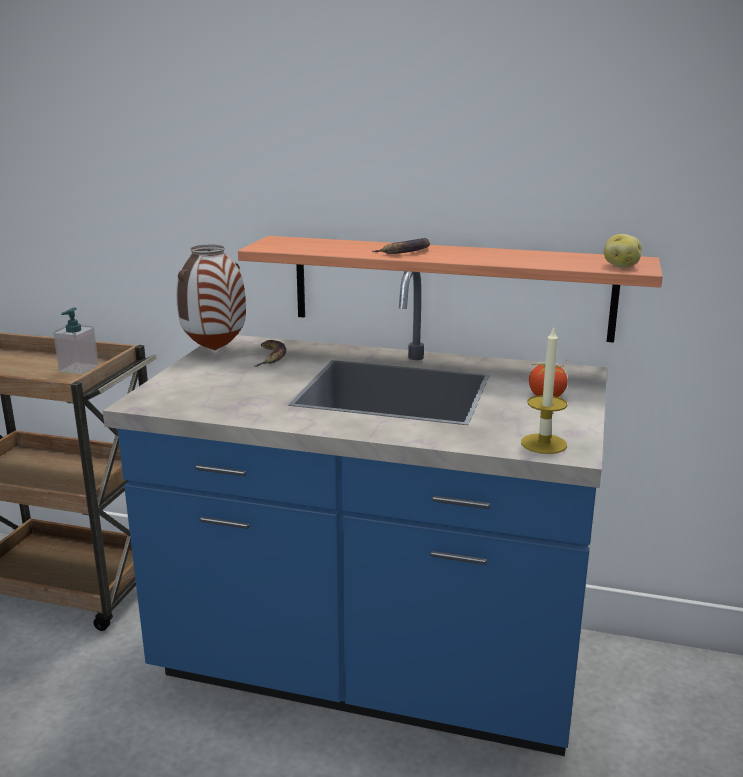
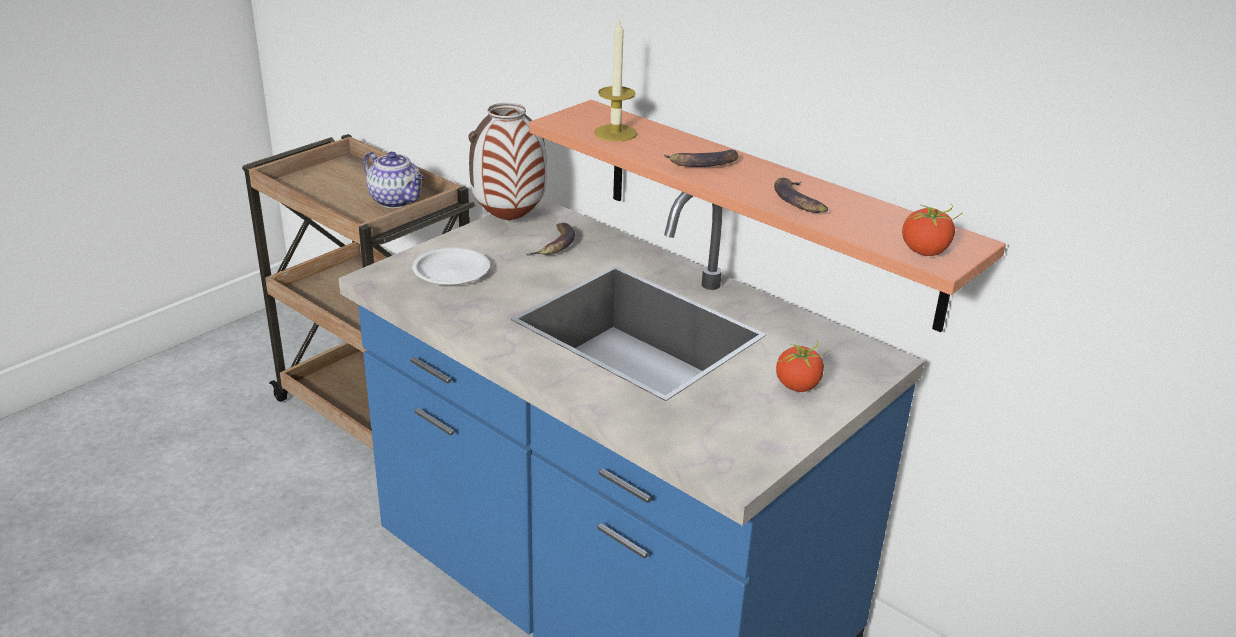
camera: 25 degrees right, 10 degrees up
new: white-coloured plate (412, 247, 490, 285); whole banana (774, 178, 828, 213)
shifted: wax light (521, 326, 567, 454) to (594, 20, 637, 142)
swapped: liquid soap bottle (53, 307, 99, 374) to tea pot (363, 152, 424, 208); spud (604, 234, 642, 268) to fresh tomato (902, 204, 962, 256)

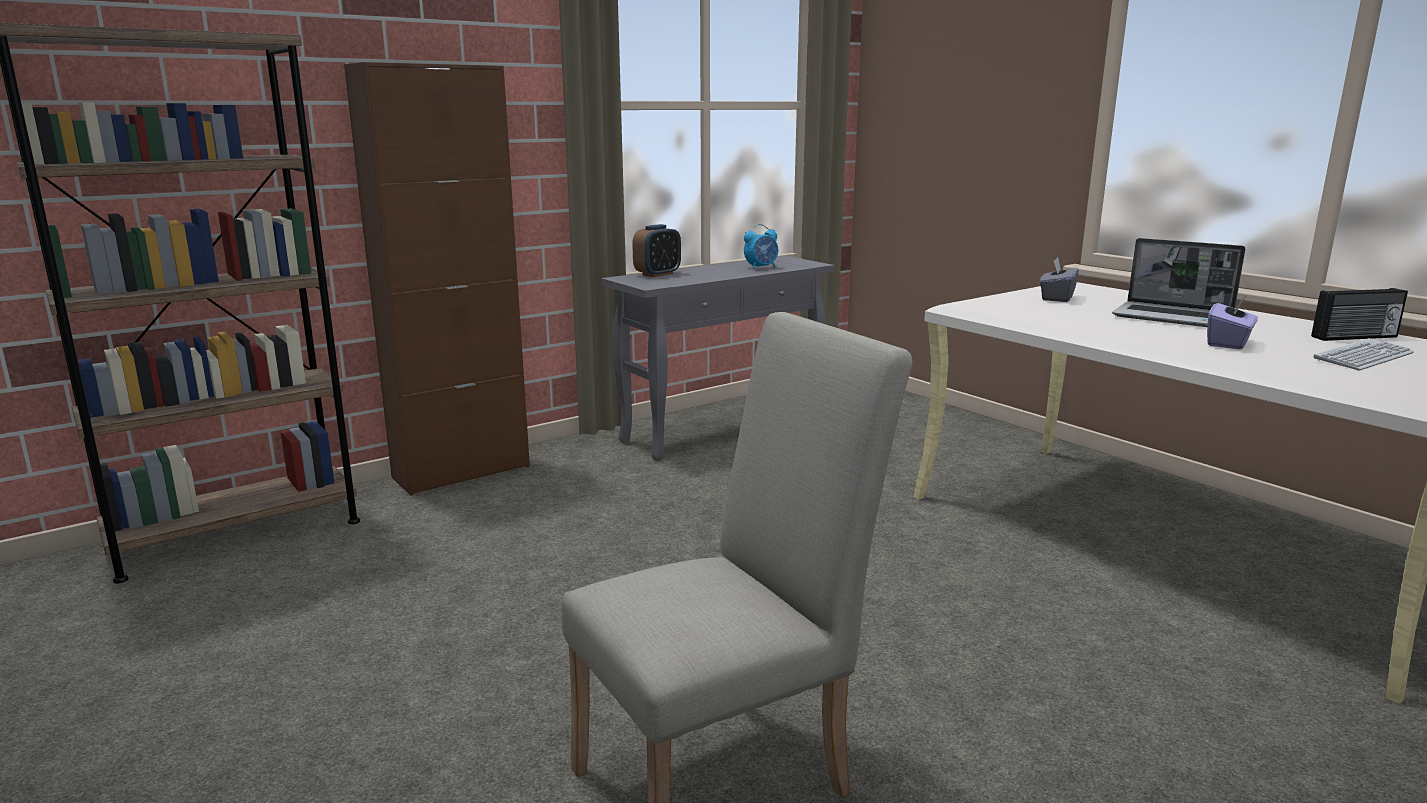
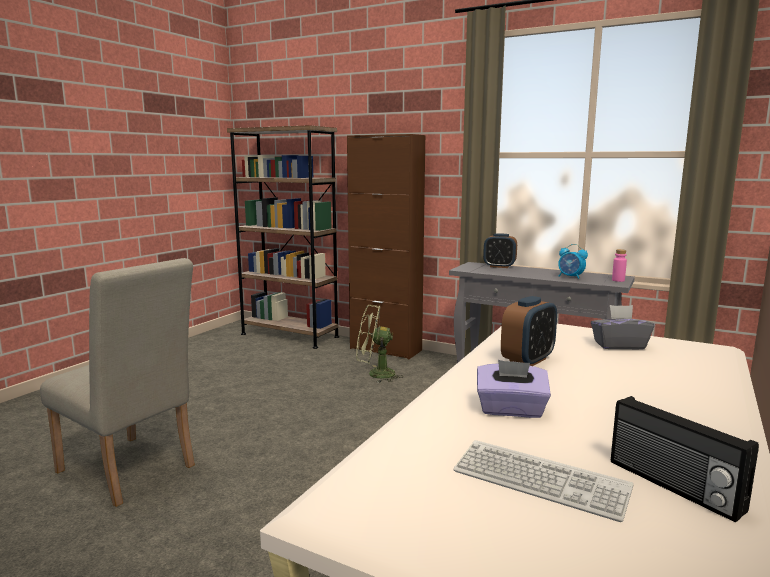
camera: 65 degrees right, 5 degrees down
gone: portable computer (1112, 238, 1245, 327)
new: greenish cooling fan (356, 305, 402, 383); table clock (501, 296, 557, 366); pinkish bottle (612, 249, 627, 282)

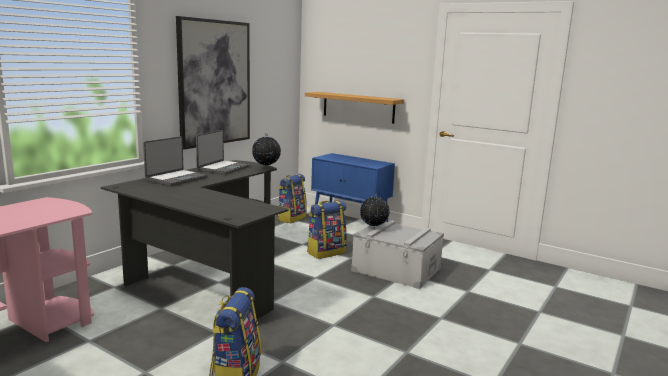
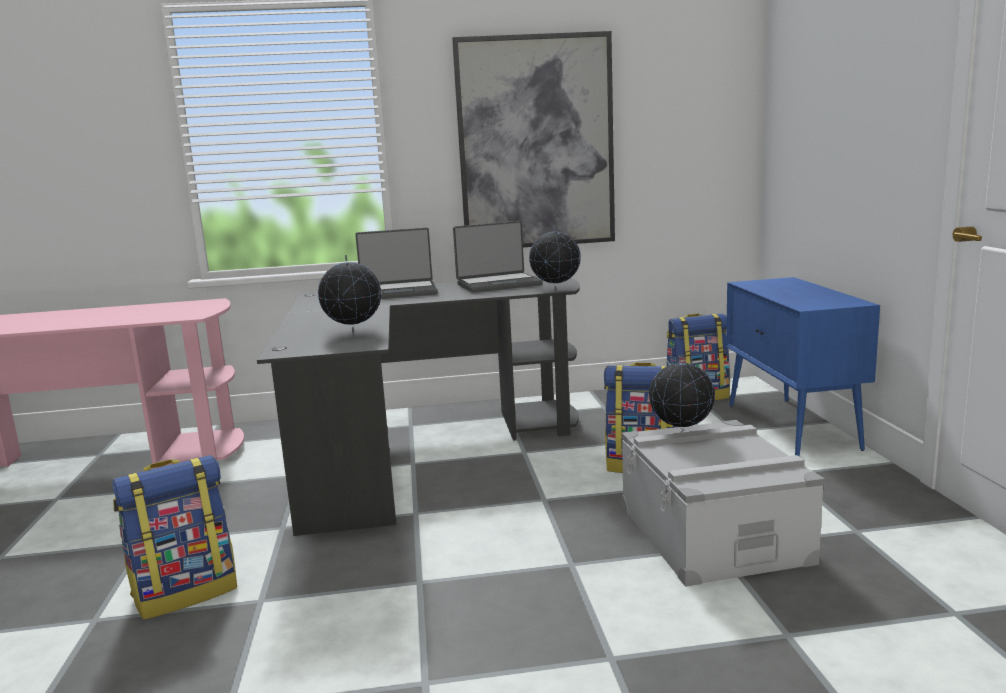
camera: 50 degrees right, 0 degrees up
gone: shelf (305, 92, 404, 124)
new: world globe (318, 255, 381, 333)

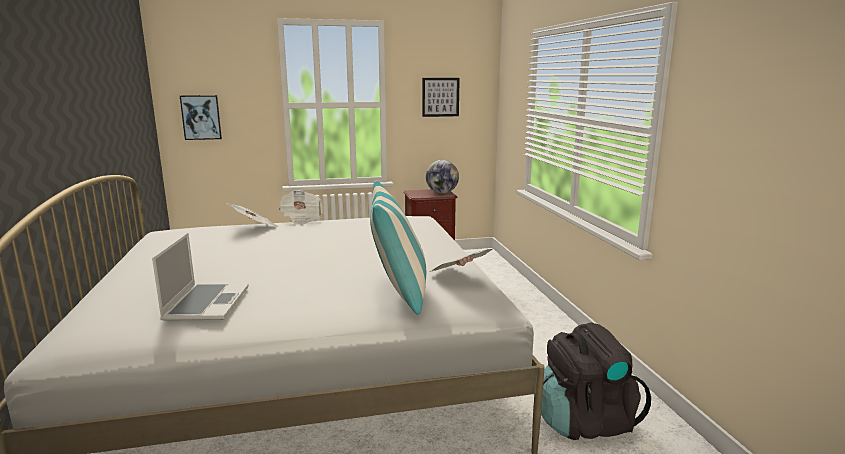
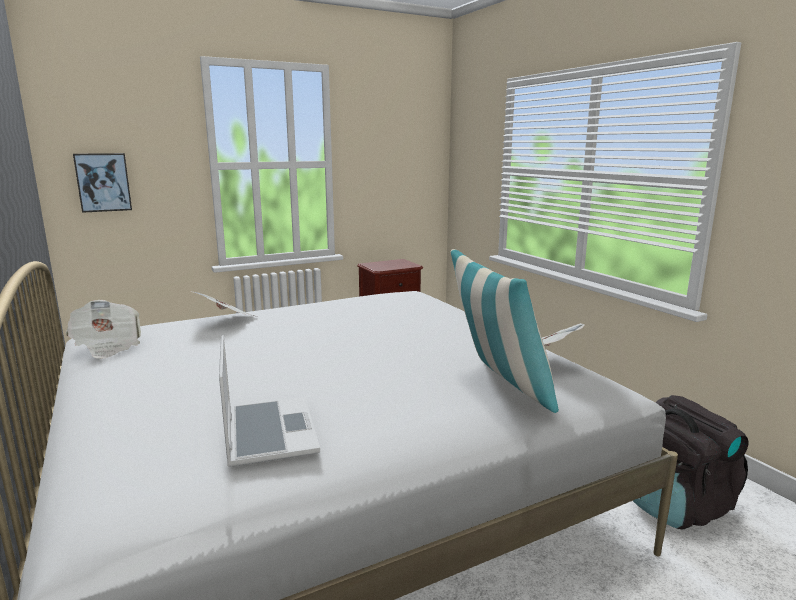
camera: 15 degrees left, 0 degrees up
gone: picture (422, 78, 460, 117); world globe (426, 160, 459, 193)
shifted: printed paper (279, 190, 322, 225) to (66, 300, 141, 359)

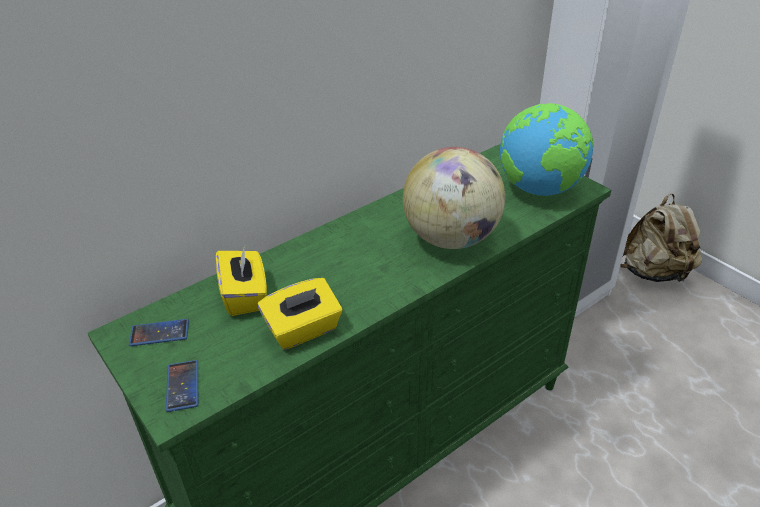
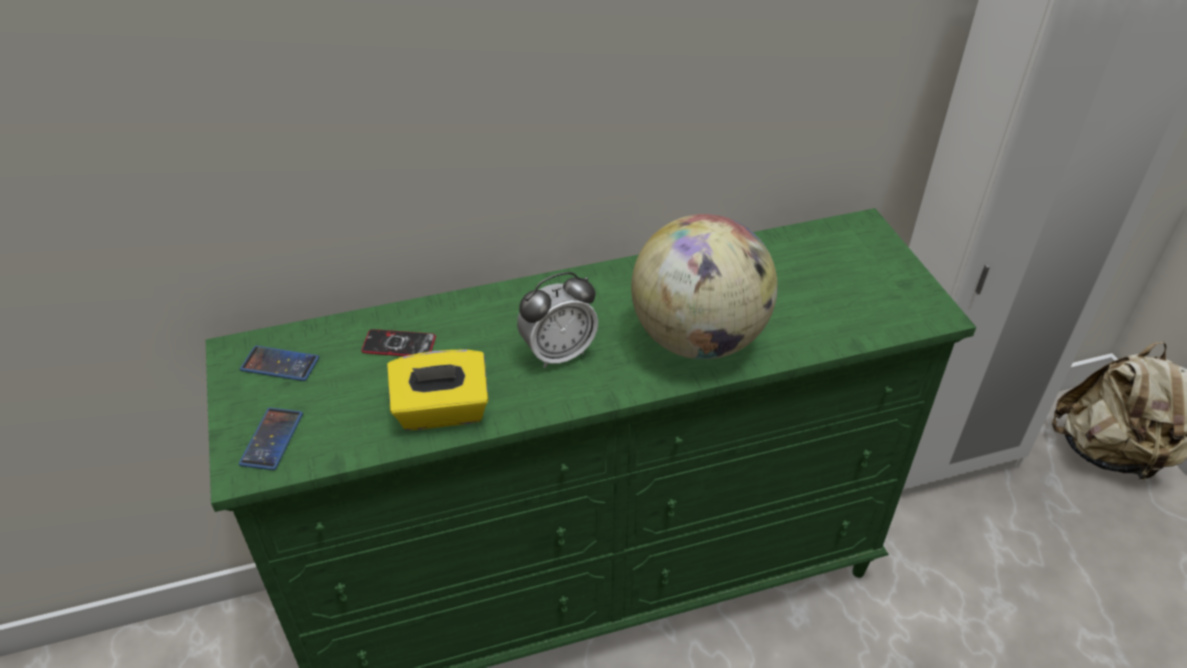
camera: 20 degrees right, 5 degrees up
gone: world globe (500, 103, 594, 196)
new: table clock (517, 272, 598, 368)
swapped: yellow-coloured tissue box (216, 248, 267, 316) to telephone (361, 329, 436, 356)

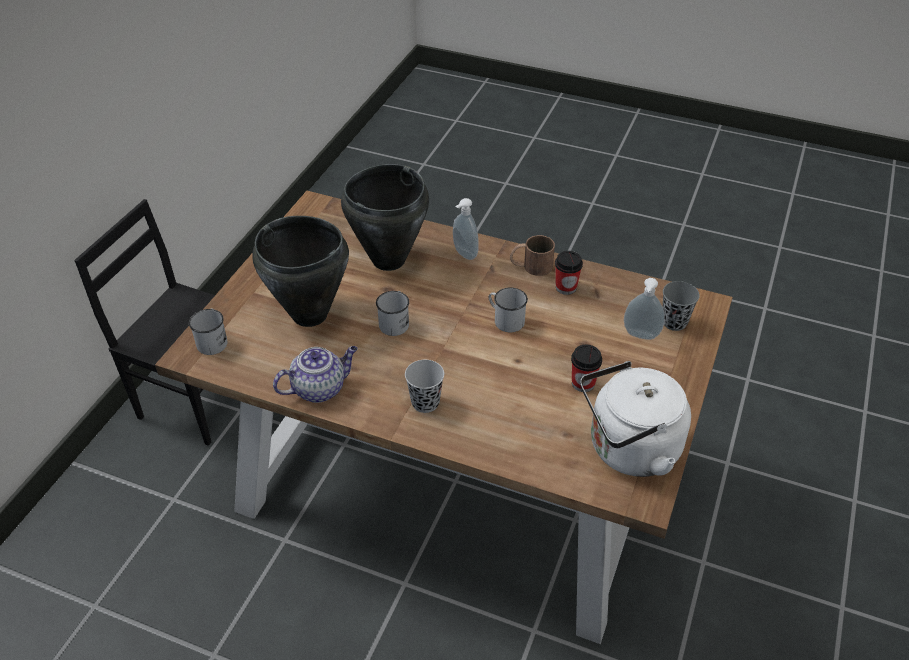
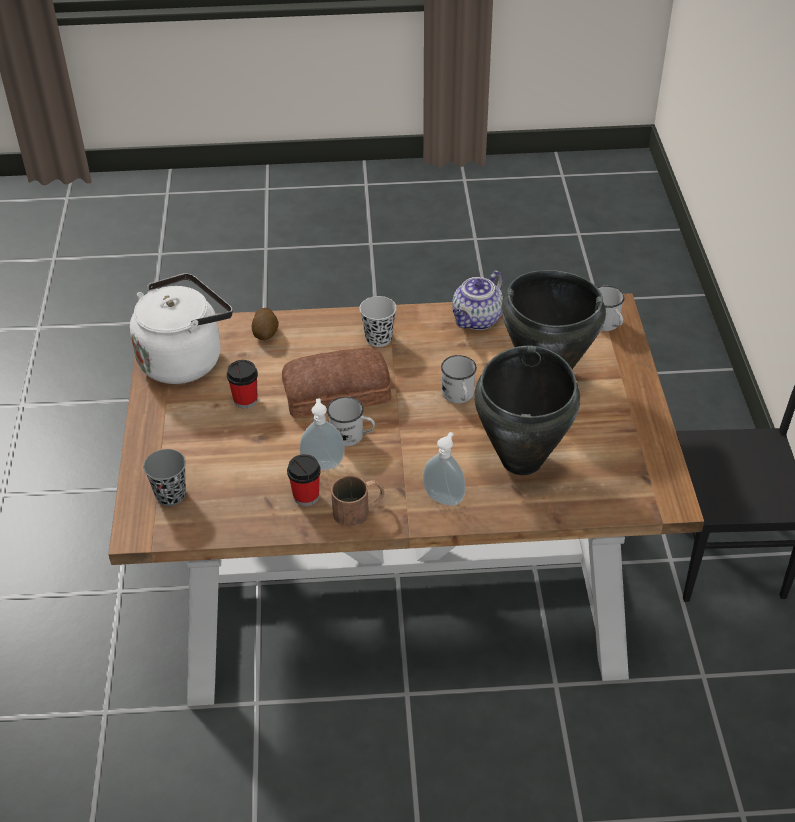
camera: 155 degrees right, 0 degrees up
new: spud (252, 308, 279, 340); baked bread (282, 348, 391, 418)
shifted: liquid soap bottle (624, 278, 665, 340) to (299, 398, 345, 470)

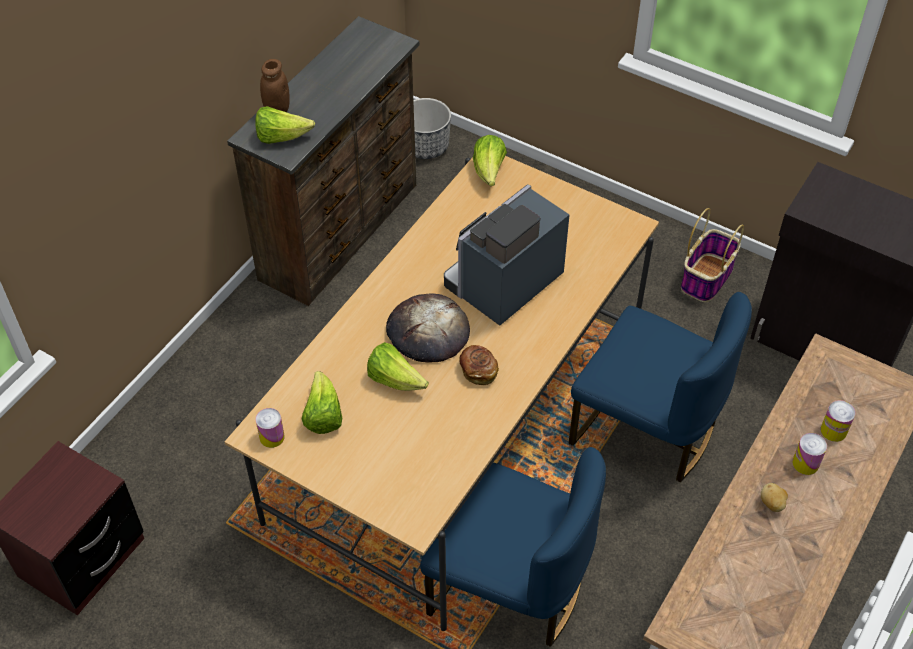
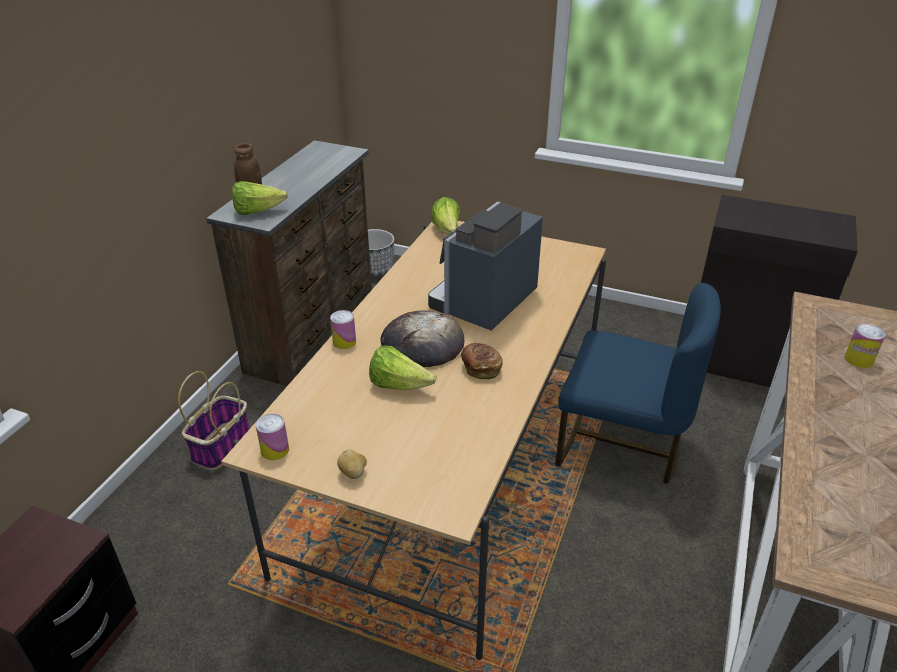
camera: 10 degrees left, 15 degrees down
gone: lettuce (302, 371, 342, 434); bluish chair (420, 447, 606, 647)
shifted: household basket (681, 208, 744, 302) to (178, 371, 250, 470); spud (761, 483, 788, 512) to (337, 449, 367, 479); can (792, 433, 827, 475) to (330, 310, 356, 349)

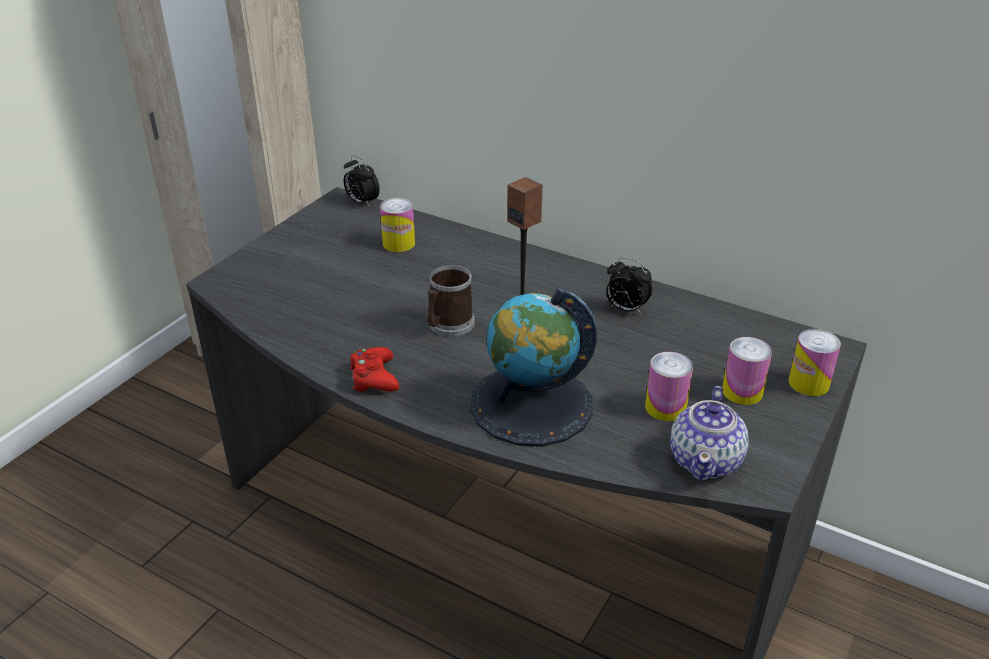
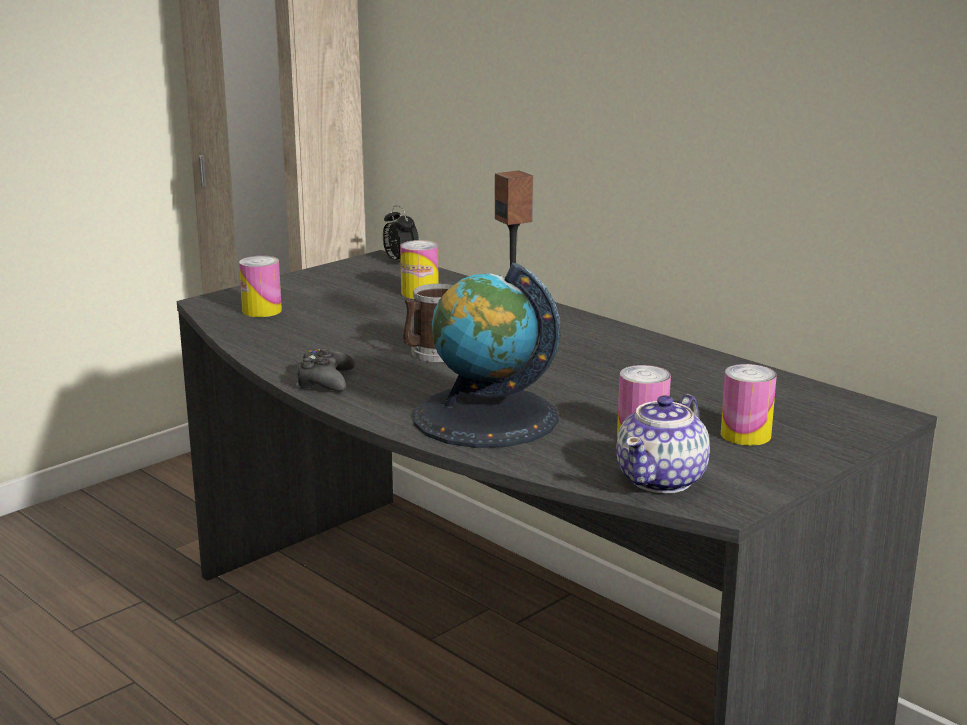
camera: 15 degrees right, 15 degrees down
gone: table clock (606, 258, 653, 315)
shifted: can (788, 329, 841, 396) to (239, 256, 282, 317)
repainted: reddish gamepad (350, 347, 399, 392) to black-coloured gamepad (296, 348, 355, 391)

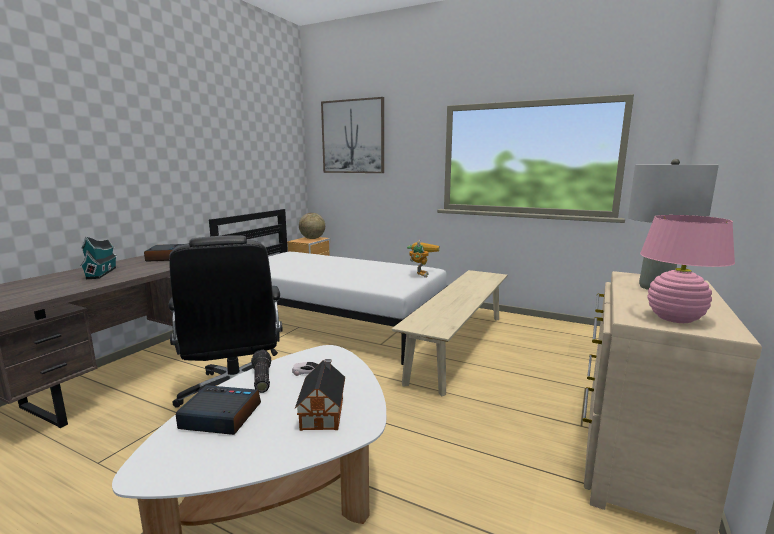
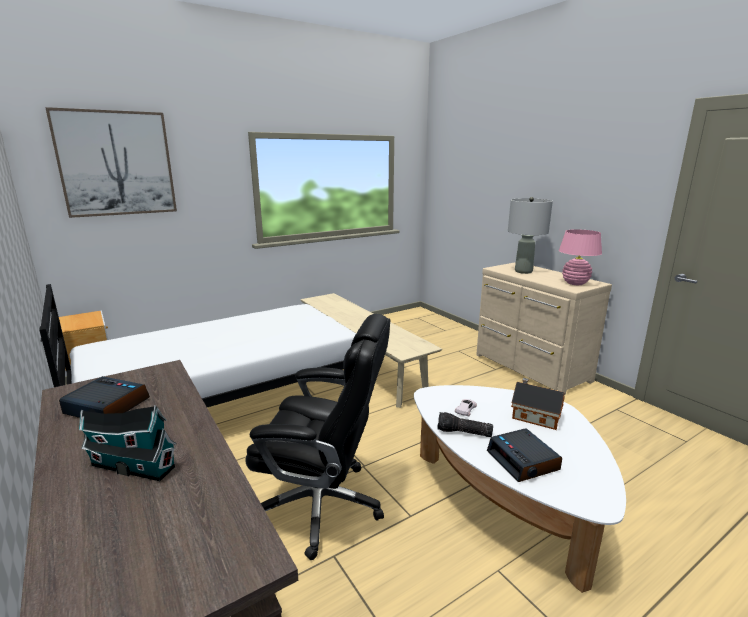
camera: 60 degrees left, 5 degrees up
gone: world globe (299, 213, 325, 239); robot figure (407, 240, 440, 278)
rotated: table clock (176, 385, 261, 435) = (487, 428, 562, 482) 60 degrees counterclockwise

